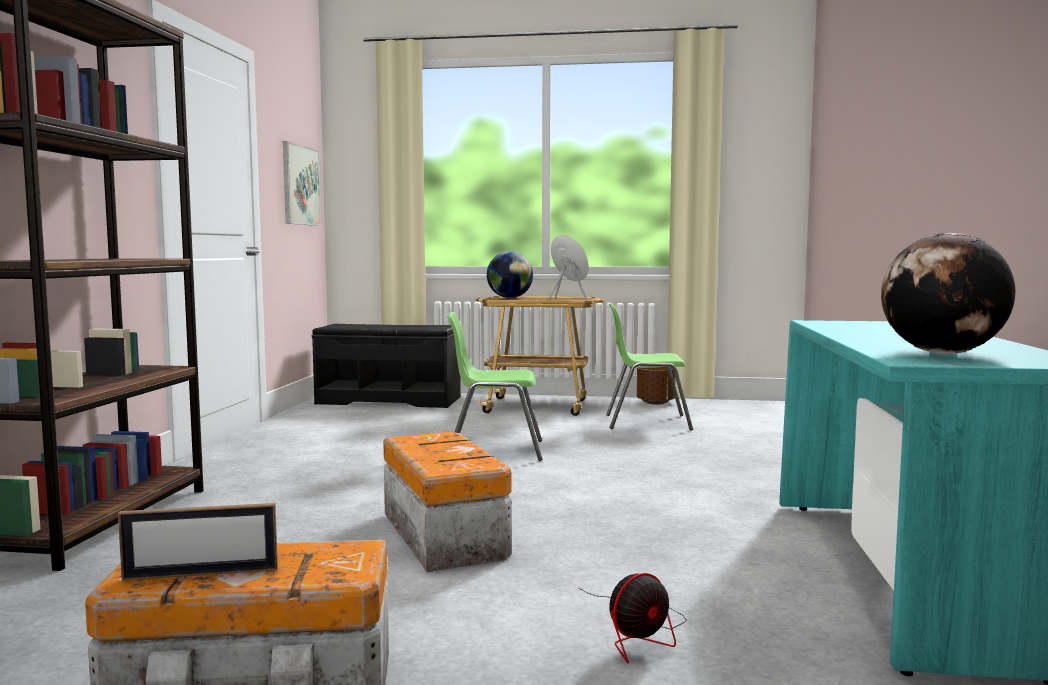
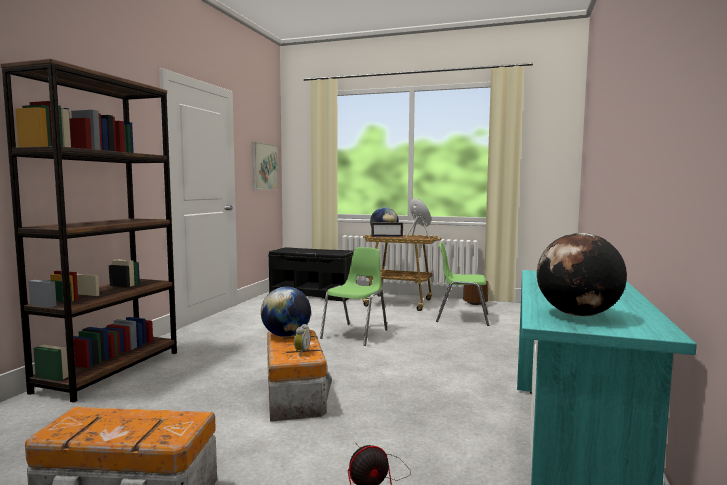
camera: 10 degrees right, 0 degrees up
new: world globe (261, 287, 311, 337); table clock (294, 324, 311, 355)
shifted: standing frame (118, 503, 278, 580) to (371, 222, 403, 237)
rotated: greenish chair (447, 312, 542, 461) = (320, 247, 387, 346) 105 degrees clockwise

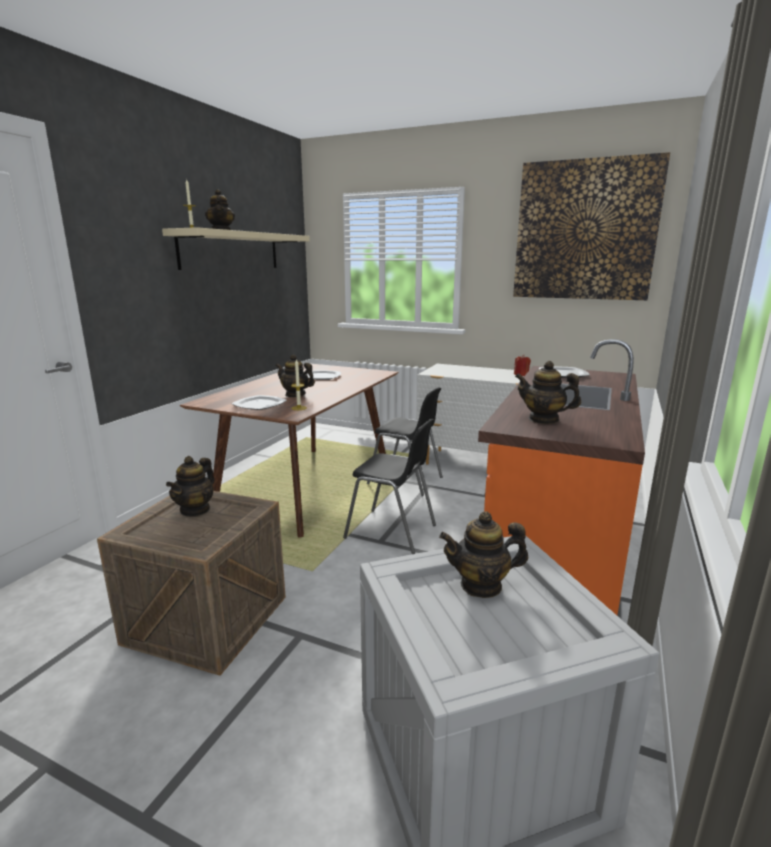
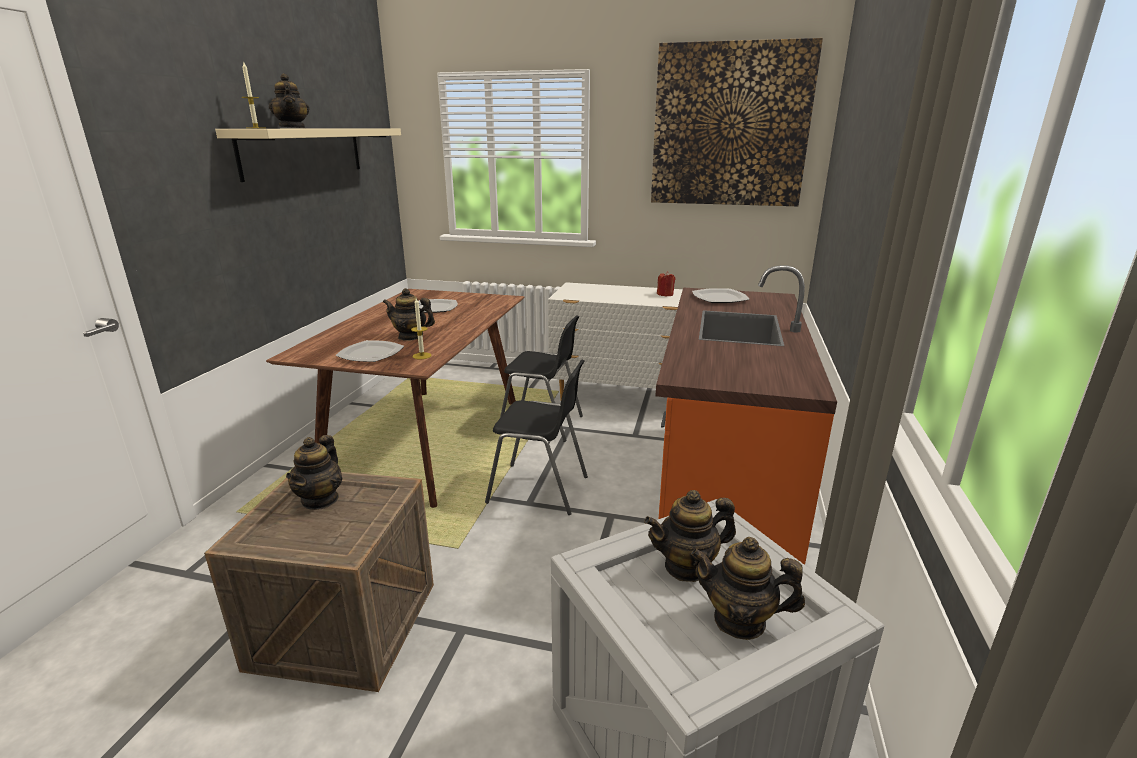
camera: 10 degrees left, 5 degrees up
shifted: tea pot (515, 361, 581, 424) to (691, 537, 805, 640)

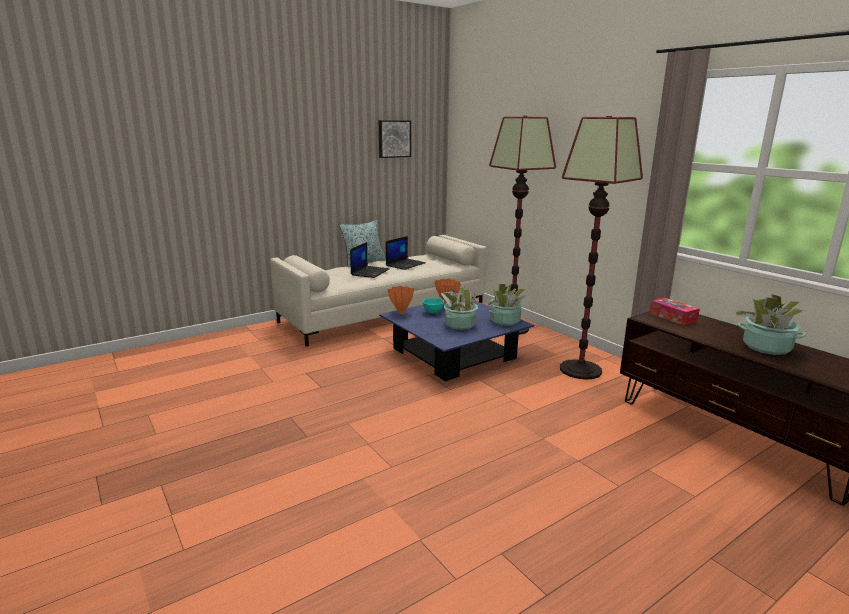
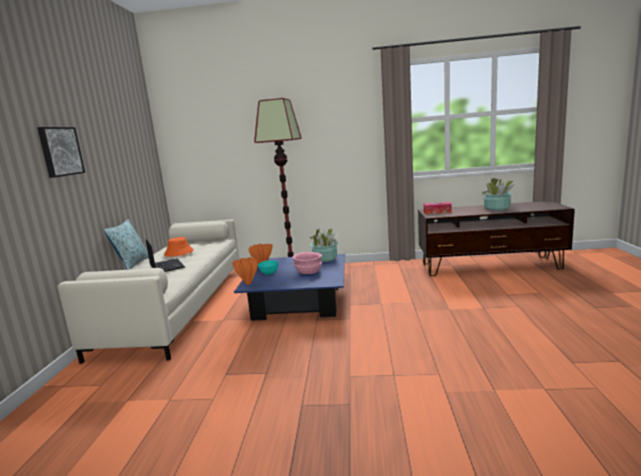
camera: 50 degrees left, 5 degrees down
gone: standing lamp (560, 116, 643, 380)
shifted: picture (379, 120, 411, 158) to (37, 127, 85, 178)
swapped: portable computer (386, 236, 426, 270) to orangey clothing hat (164, 237, 194, 257); houseplant (441, 286, 478, 330) to pinkish bowl (292, 252, 322, 274)

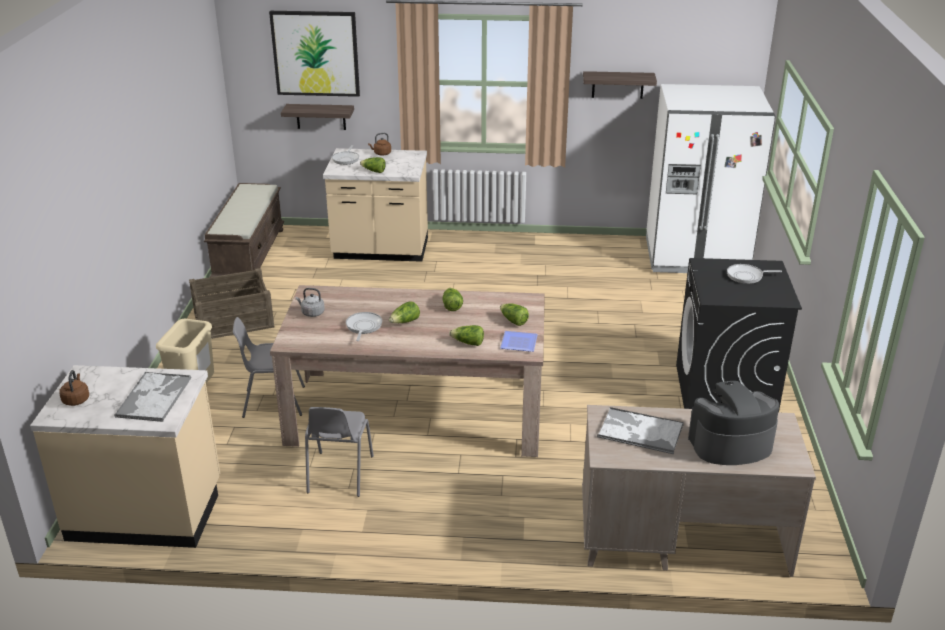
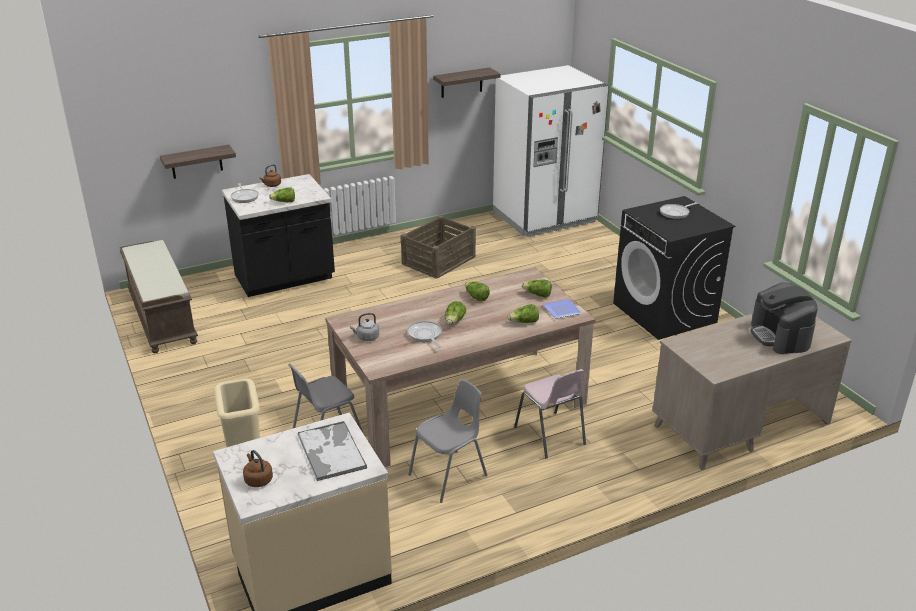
camera: 30 degrees left, 0 degrees up
gone: picture (269, 11, 360, 97); serving tray (597, 407, 684, 454)
new: pinkish chair (514, 369, 586, 459)
shifted: packing crate (189, 268, 274, 339) to (401, 215, 476, 279)
repainted: beige counter (323, 148, 428, 262) to black-coloured counter (222, 174, 335, 297)
rotated: greyish chair (305, 407, 374, 497) = (408, 379, 487, 503) 105 degrees counterclockwise; coffee maker (688, 381, 779, 465) = (751, 282, 818, 354) 60 degrees counterclockwise

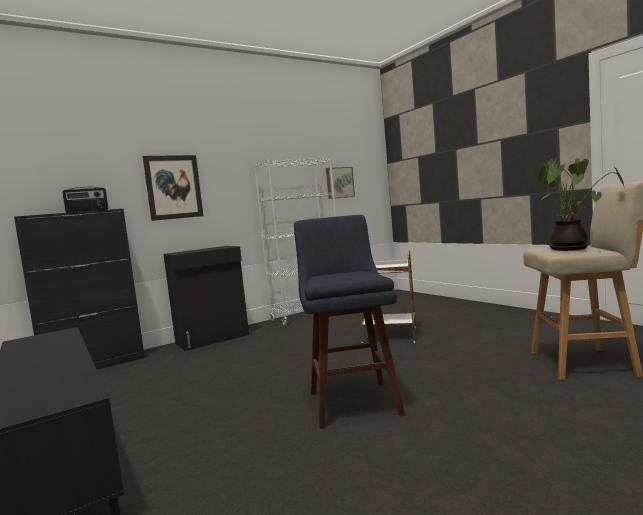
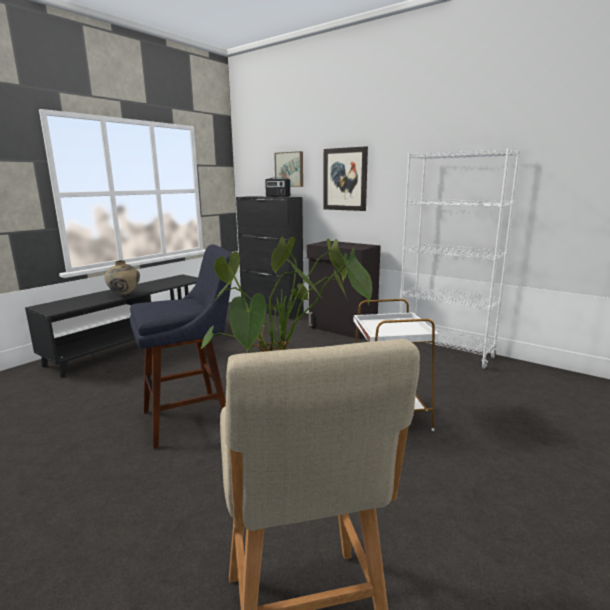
camera: 70 degrees right, 10 degrees up
new: beige vase (105, 260, 140, 295)
shifted: picture (326, 167, 355, 199) to (274, 151, 303, 187)

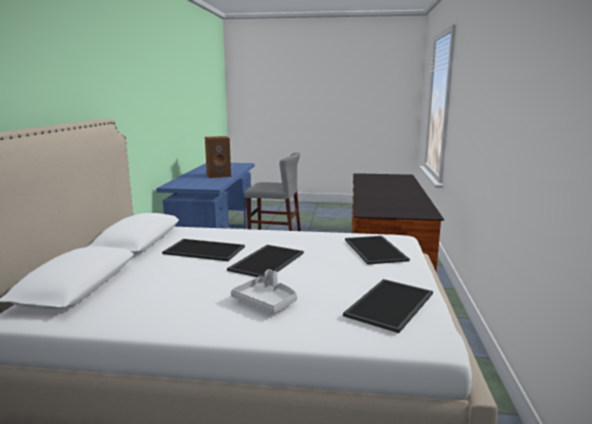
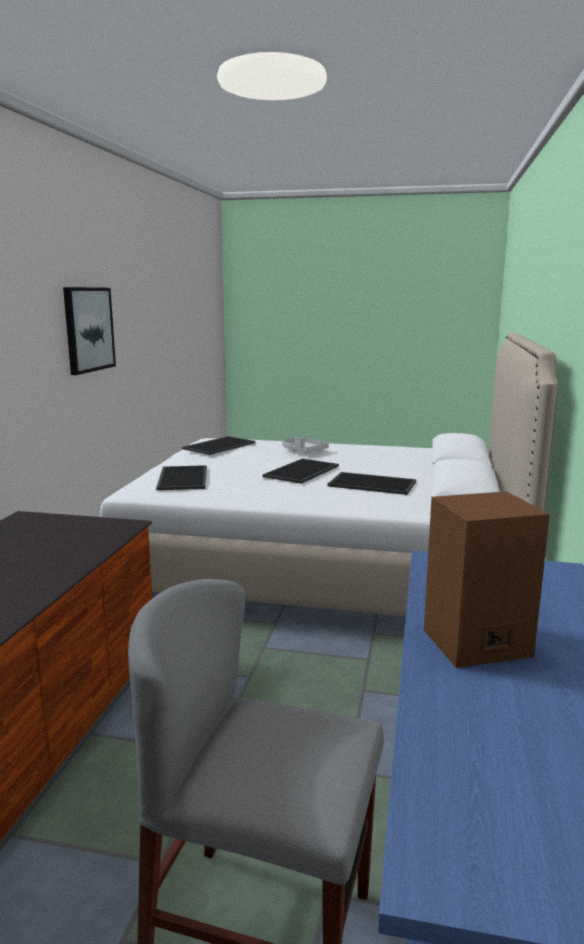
camera: 175 degrees left, 0 degrees up
new: picture (63, 287, 116, 375)

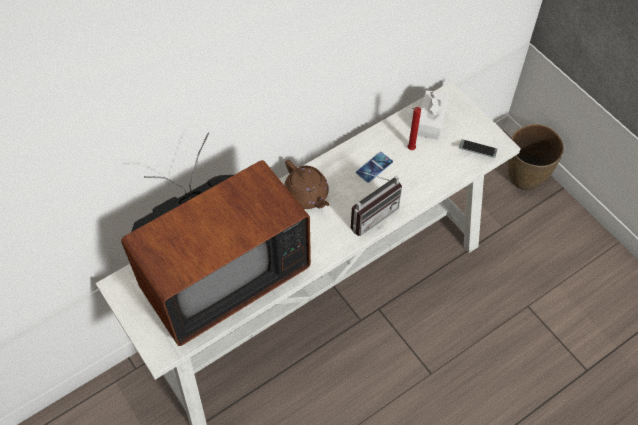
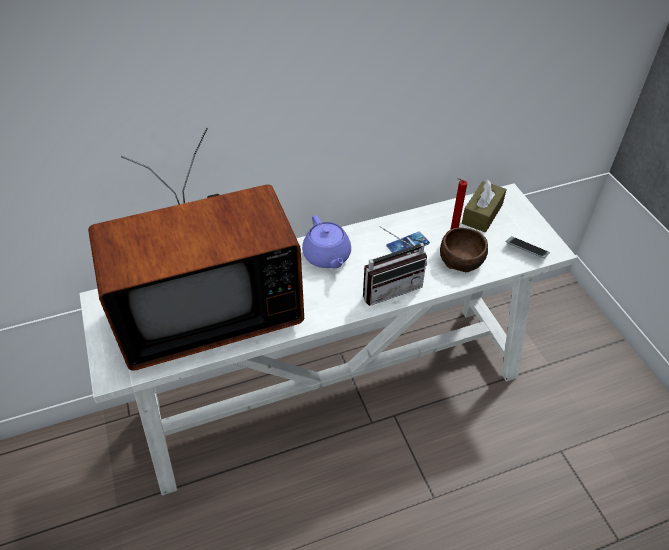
camera: 15 degrees right, 10 degrees down
gone: brown-coloured vase (508, 124, 564, 190)
new: brown-coloured bowl (440, 227, 488, 272)
repainted: brown-coloured tea pot (284, 160, 330, 209) to purple tea pot (302, 215, 351, 268); white-coloured tissue box (417, 90, 449, 140) to brown-coloured tissue box (462, 180, 507, 232)

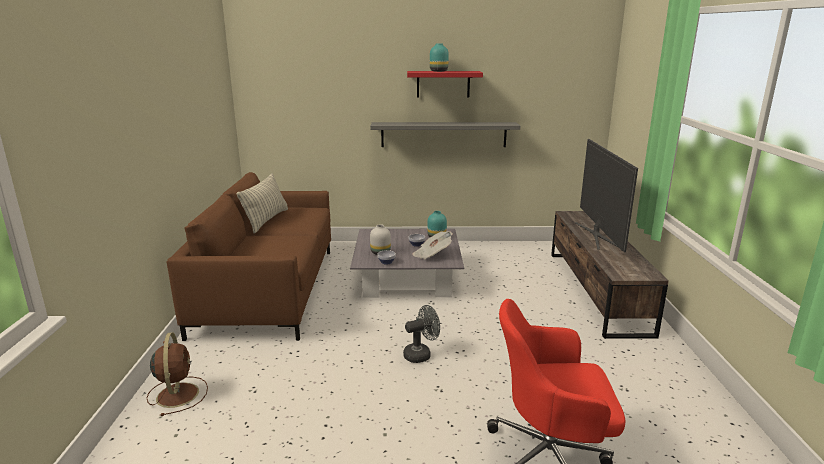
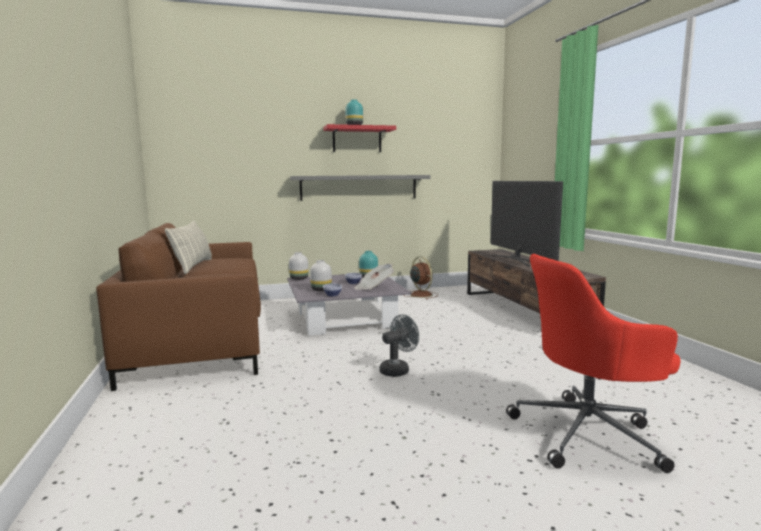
camera: 15 degrees left, 10 degrees down
new: white-coloured vase (289, 252, 308, 280)
shifted: brown-coloured cooling fan (147, 332, 208, 416) to (403, 256, 437, 299)

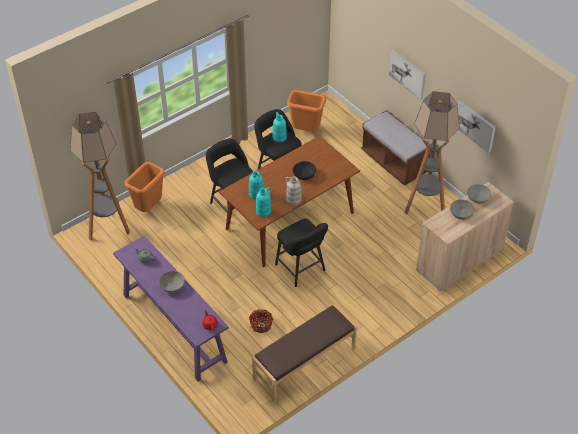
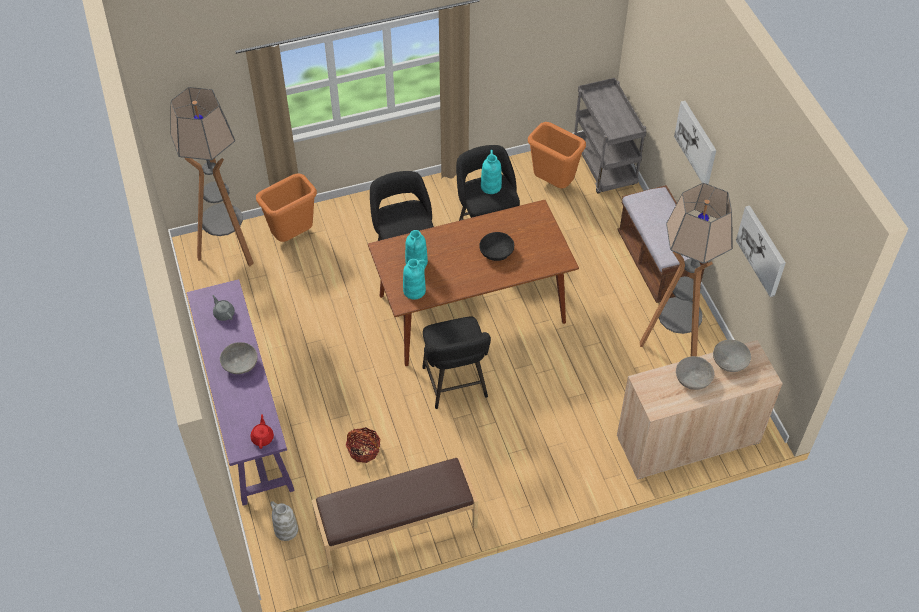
camera: 20 degrees right, 5 degrees up
new: greyish cart (574, 78, 647, 194)
shifted: white-coloured vase (285, 176, 301, 205) to (270, 501, 298, 541)

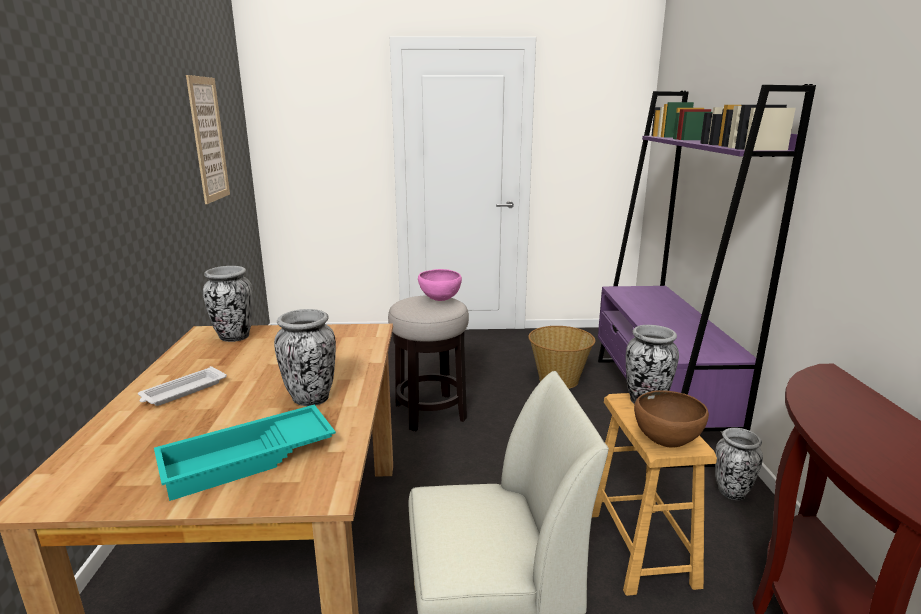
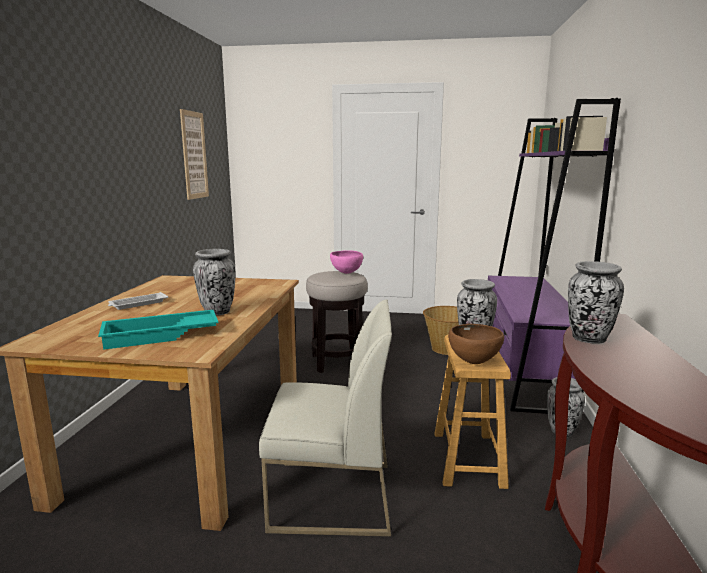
camera: 10 degrees right, 5 degrees down
shifted: vase (203, 266, 253, 342) to (568, 261, 624, 344)

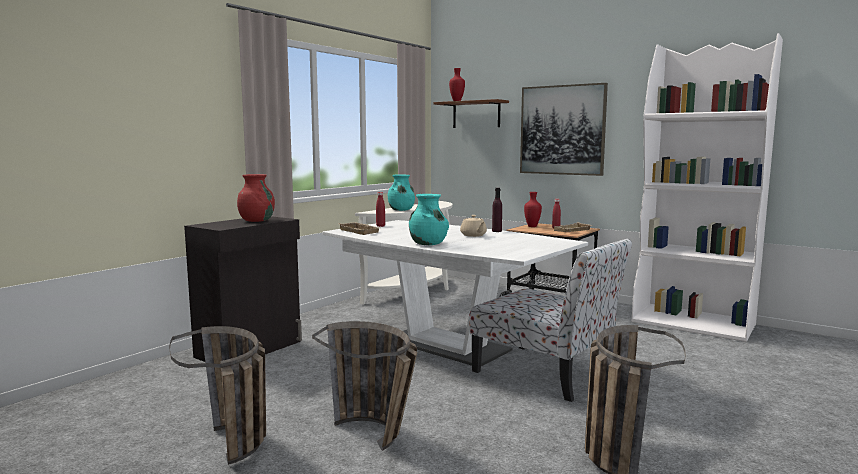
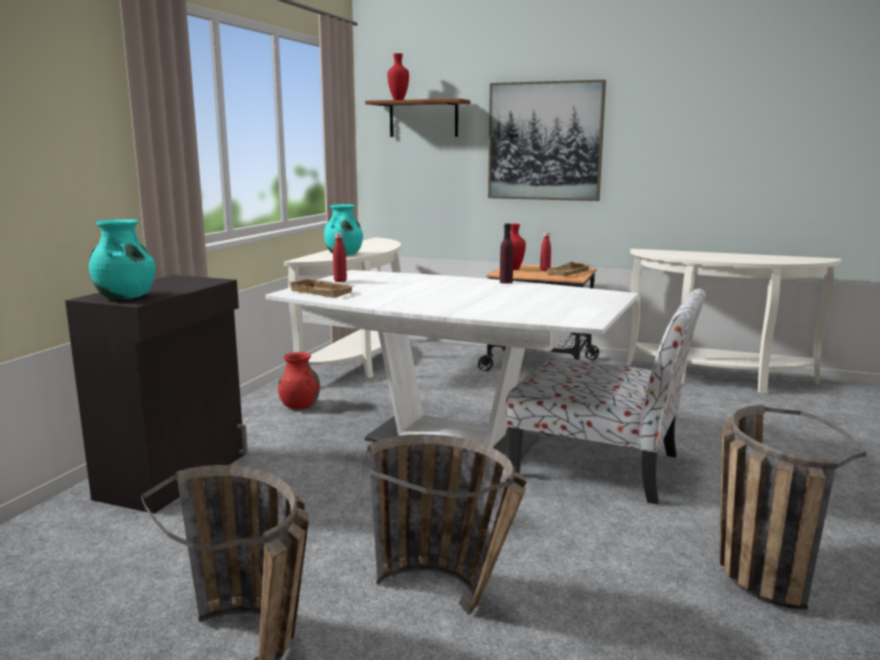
camera: 15 degrees left, 5 degrees up
gone: beige tea pot (460, 215, 487, 237)
shifted: reddish vase (237, 174, 275, 222) to (278, 352, 320, 409); turquoise-coloured vase (409, 194, 449, 245) to (89, 219, 155, 299)
swapped: white-coloured bookshelf (632, 33, 783, 342) to white-coloured console table (627, 249, 842, 394)

